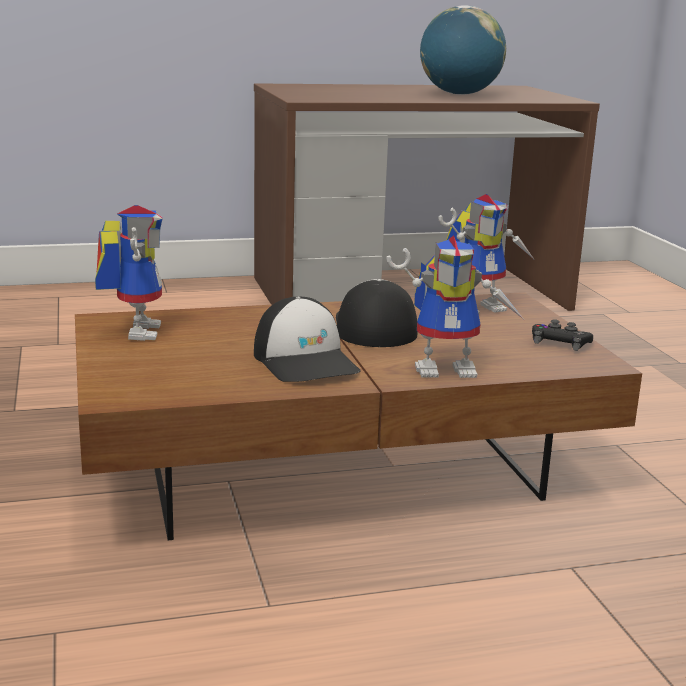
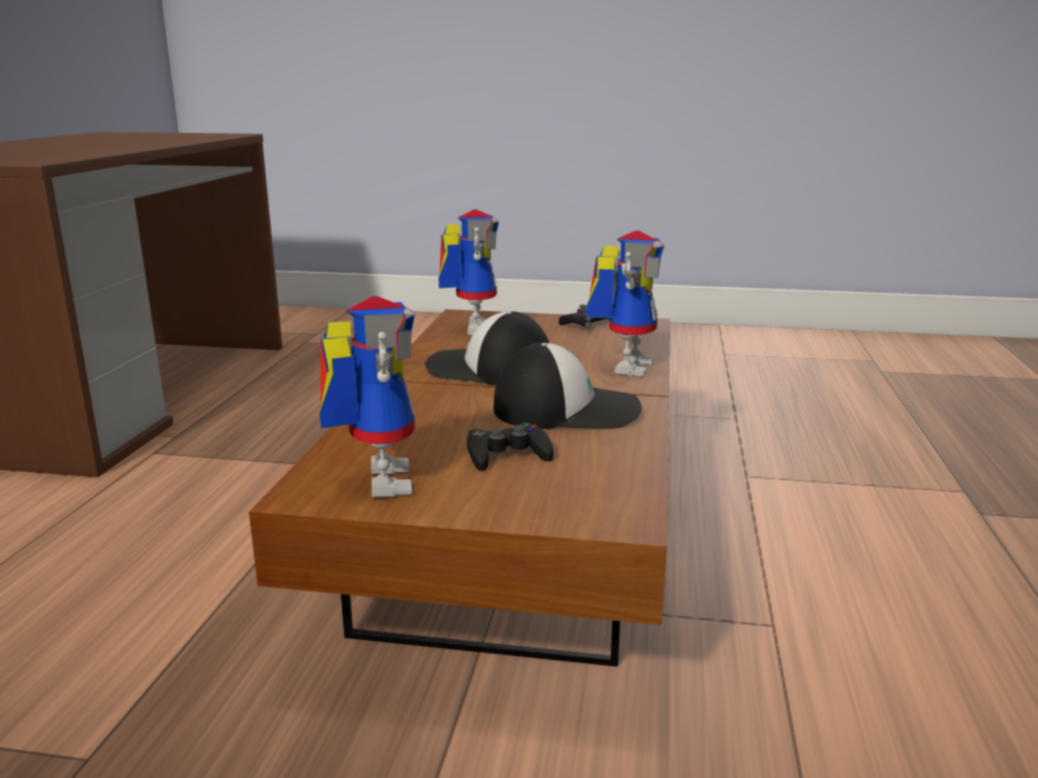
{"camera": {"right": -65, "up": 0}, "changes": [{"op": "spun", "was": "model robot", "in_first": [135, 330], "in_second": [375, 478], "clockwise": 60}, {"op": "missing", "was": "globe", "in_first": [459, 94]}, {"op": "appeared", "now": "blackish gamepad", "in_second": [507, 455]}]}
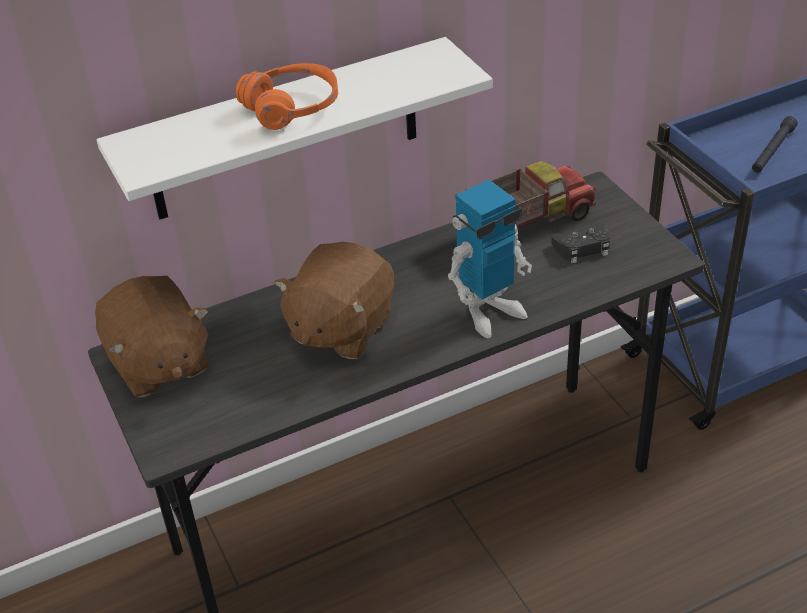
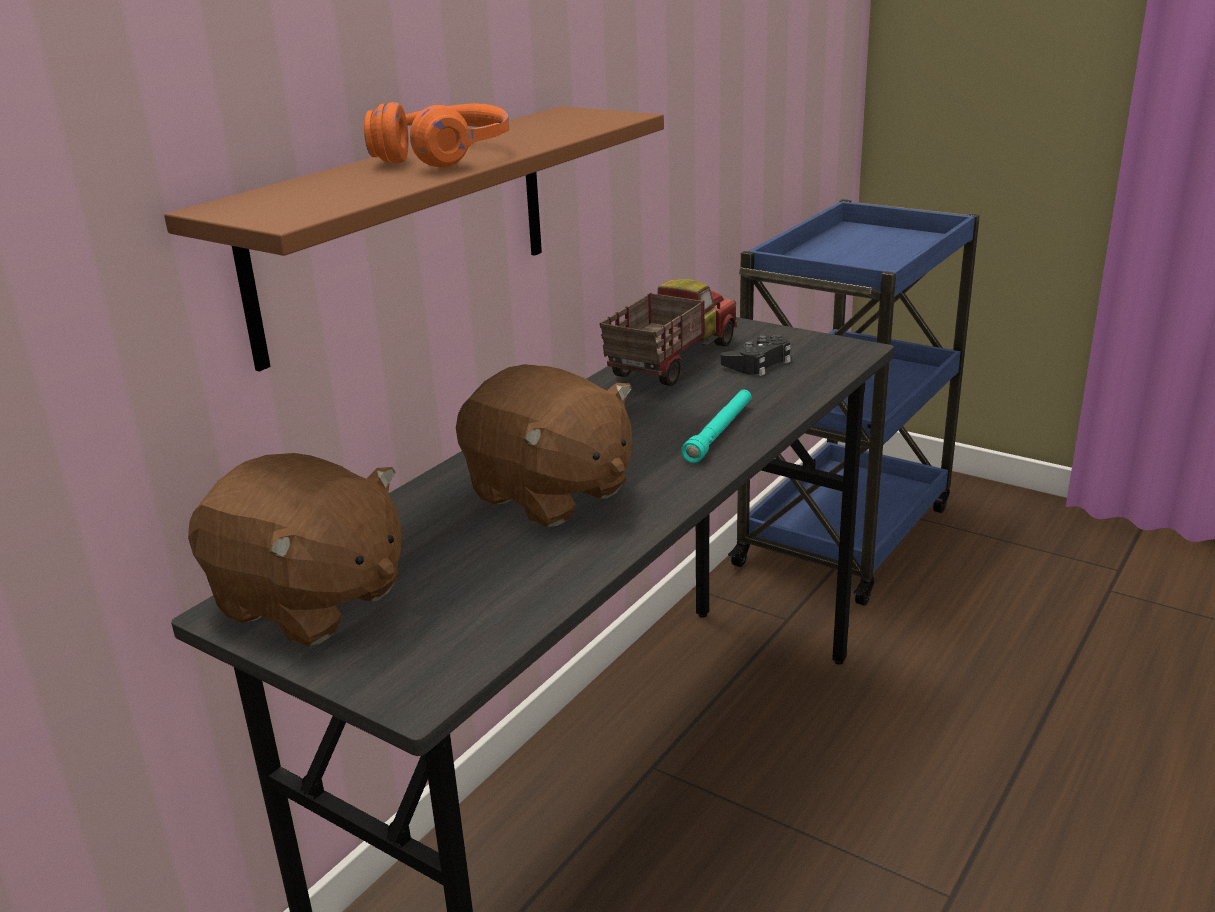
{"camera": {"right": -30, "up": -15}, "changes": [{"op": "colour", "was": "white shelf", "now": "brown shelf", "in_first": [285, 131], "in_second": [406, 229]}, {"op": "spun", "was": "brown cuddly toy", "in_first": [340, 328], "in_second": [549, 494], "clockwise": -45}, {"op": "exchanged", "was": "model robot", "now": "blue-green hand torch", "in_first": [489, 312], "in_second": [719, 433]}, {"op": "missing", "was": "blackish hand torch", "in_first": [772, 150]}]}
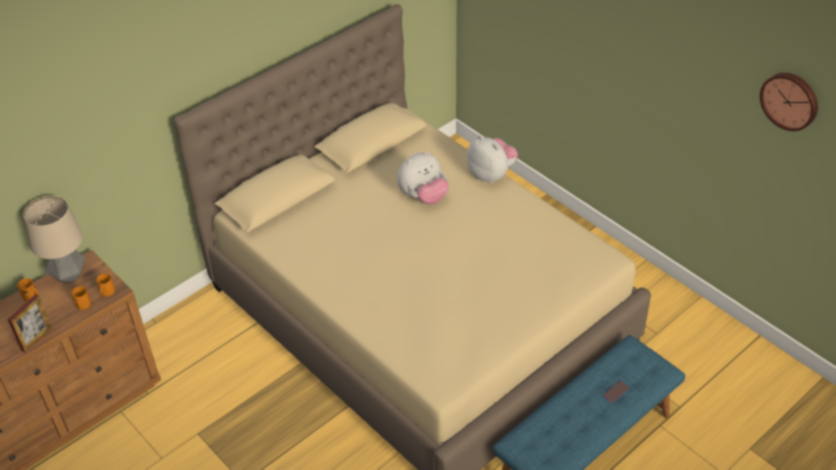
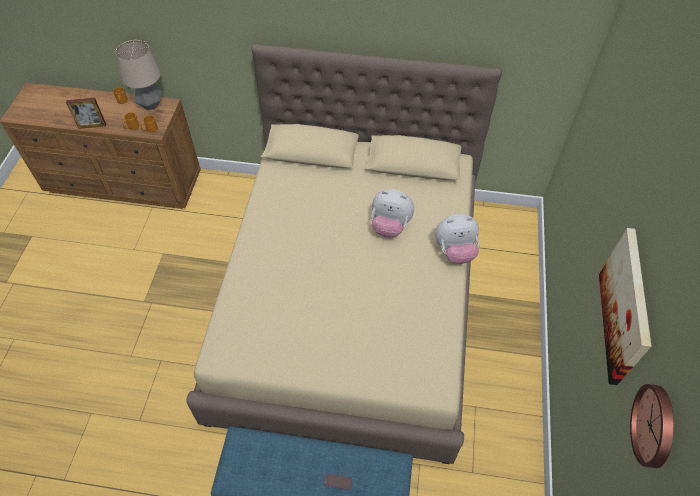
{"camera": {"right": 50, "up": 10}, "changes": [{"op": "spun", "was": "cuddly toy", "in_first": [491, 174], "in_second": [455, 251], "clockwise": 75}, {"op": "appeared", "now": "wall art", "in_second": [626, 306]}]}
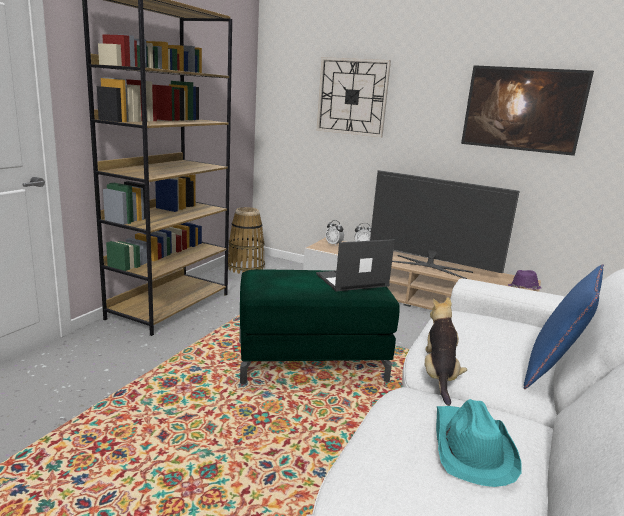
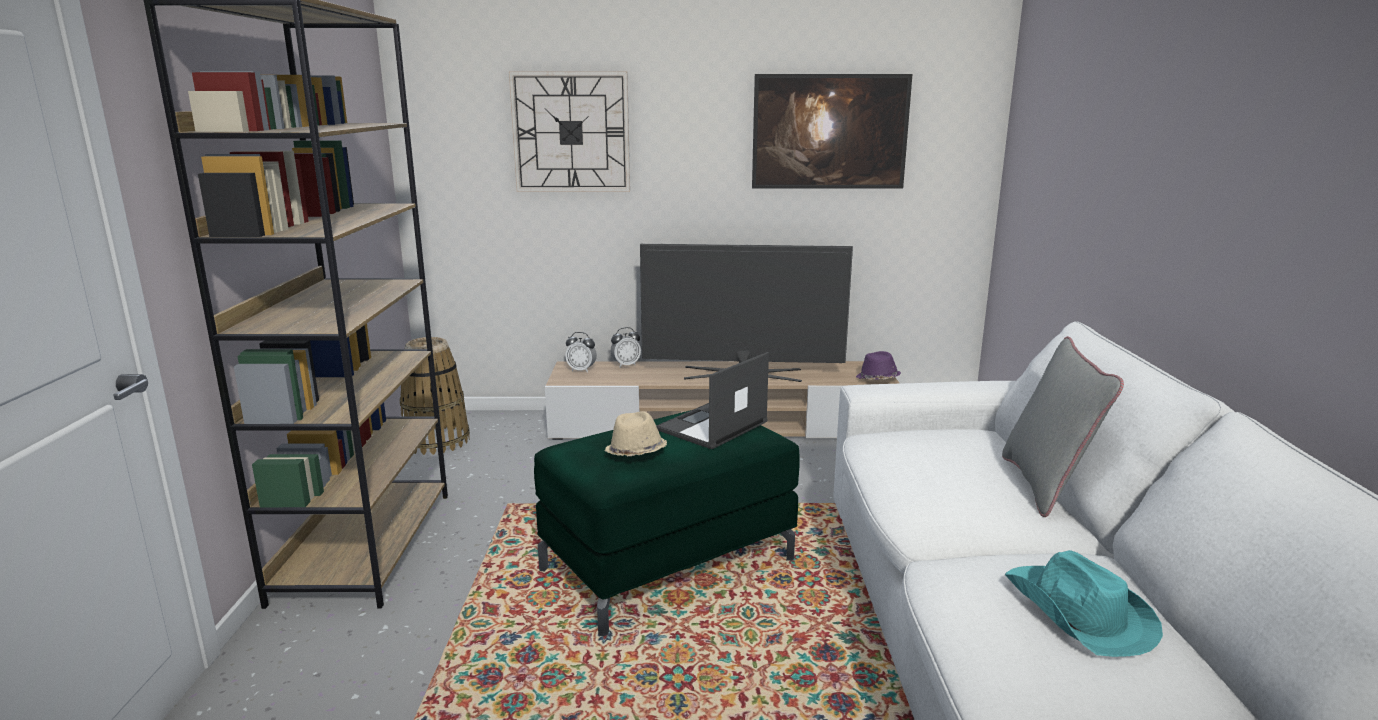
{"camera": {"right": -25, "up": 0}, "changes": [{"op": "missing", "was": "cuddly toy", "in_first": [439, 376]}, {"op": "colour", "was": "bluish pillow", "now": "greyish pillow", "in_first": [552, 372], "in_second": [1046, 485]}, {"op": "appeared", "now": "beige-coloured wearable hat", "in_second": [635, 453]}]}
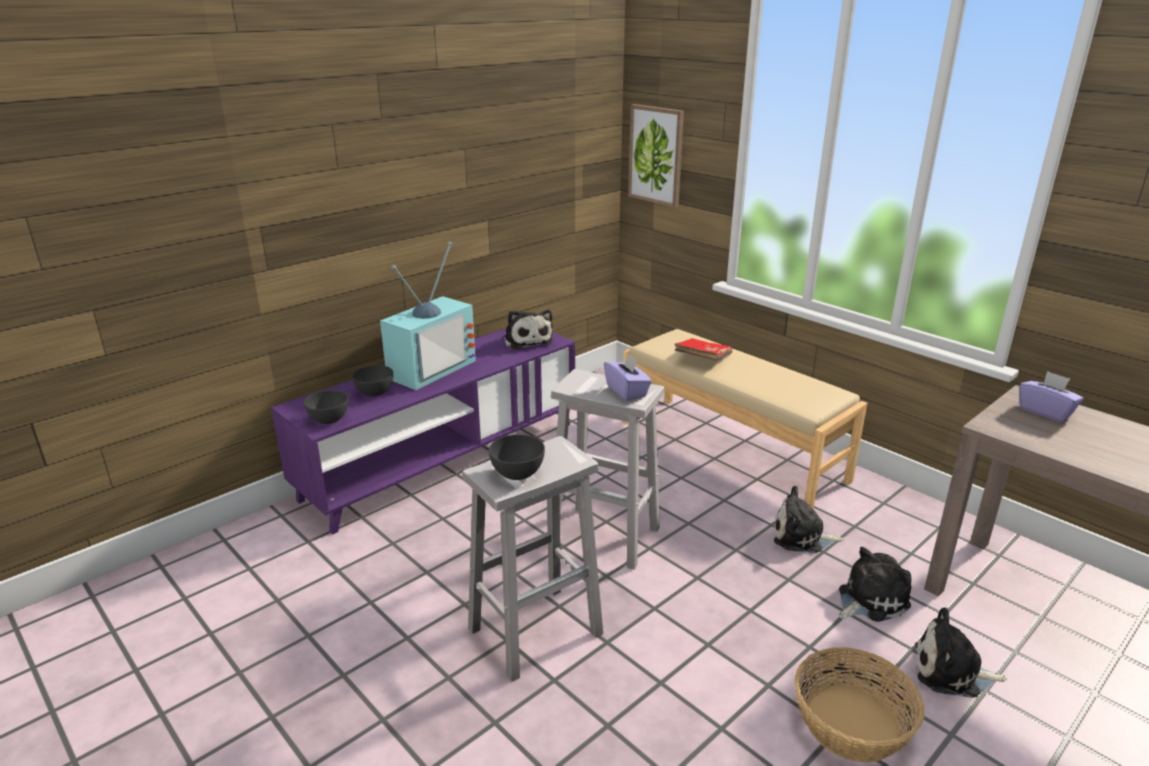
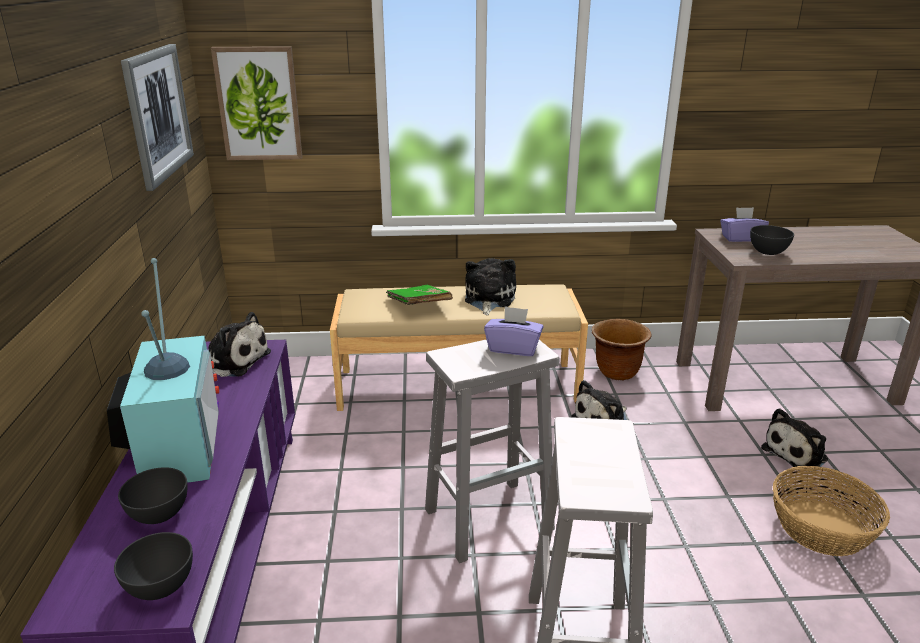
{"camera": {"right": -50, "up": 0}, "changes": [{"op": "relocated", "was": "greyish deep dish", "in_first": [518, 473], "in_second": [767, 252]}, {"op": "colour", "was": "red-coloured volume", "now": "green volume", "in_first": [702, 359], "in_second": [418, 306]}, {"op": "relocated", "was": "cuddly toy", "in_first": [869, 599], "in_second": [488, 299]}, {"op": "appeared", "now": "wall art", "in_second": [158, 113]}, {"op": "appeared", "now": "brown planter", "in_second": [617, 372]}]}
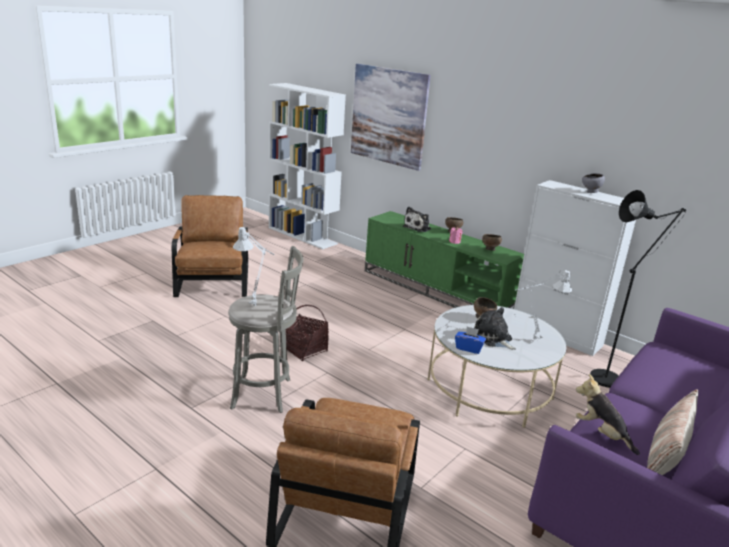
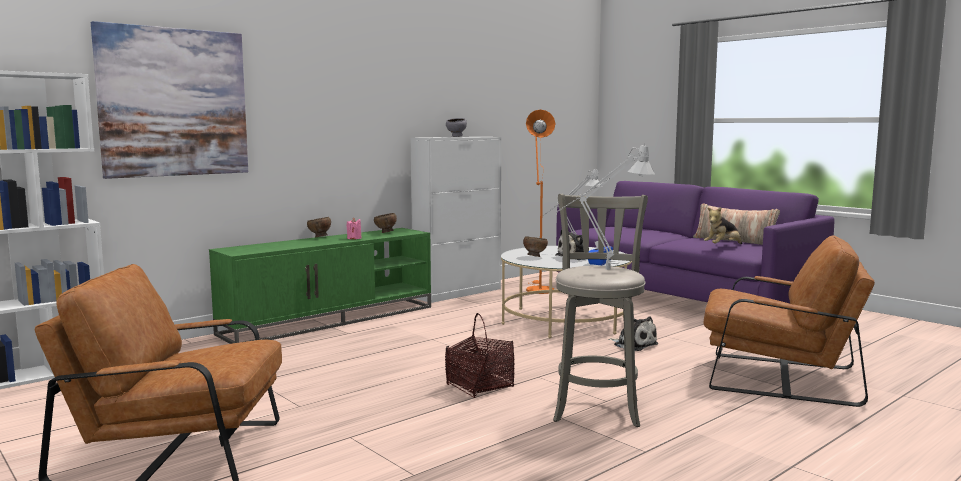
{"camera": {"right": -80, "up": -15}, "changes": [{"op": "relocated", "was": "cuddly toy", "in_first": [418, 227], "in_second": [633, 344]}, {"op": "colour", "was": "blackish floor lamp", "now": "orangey floor lamp", "in_first": [610, 378], "in_second": [538, 289]}]}
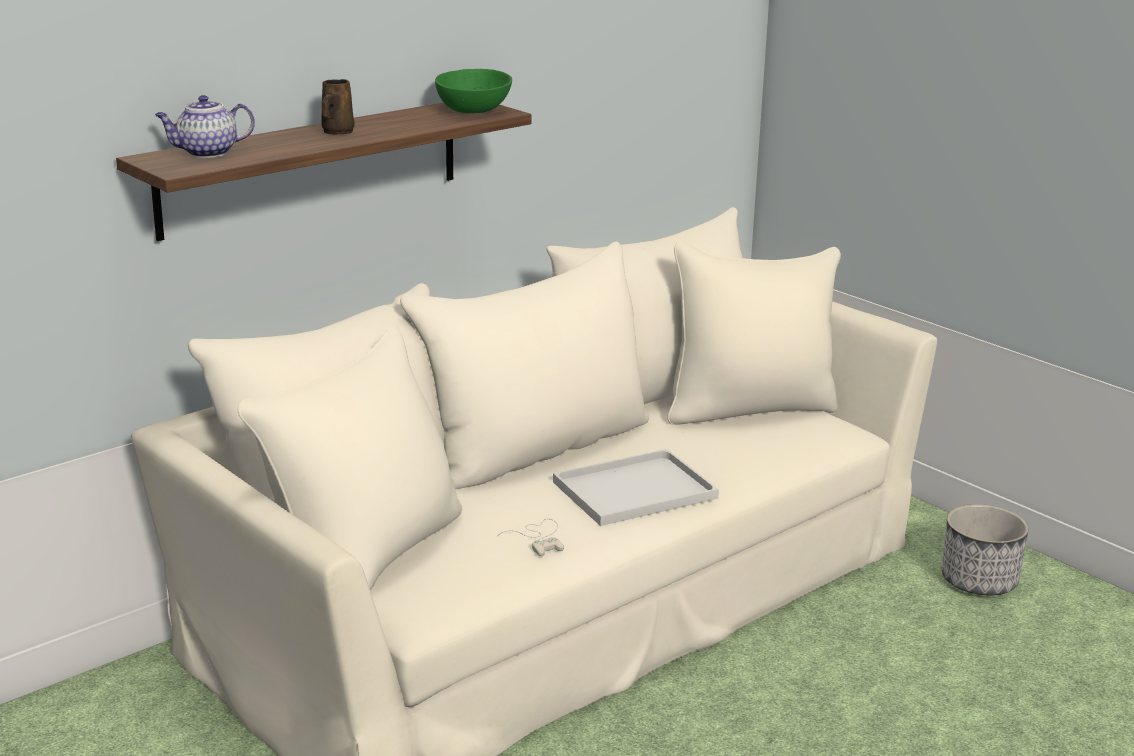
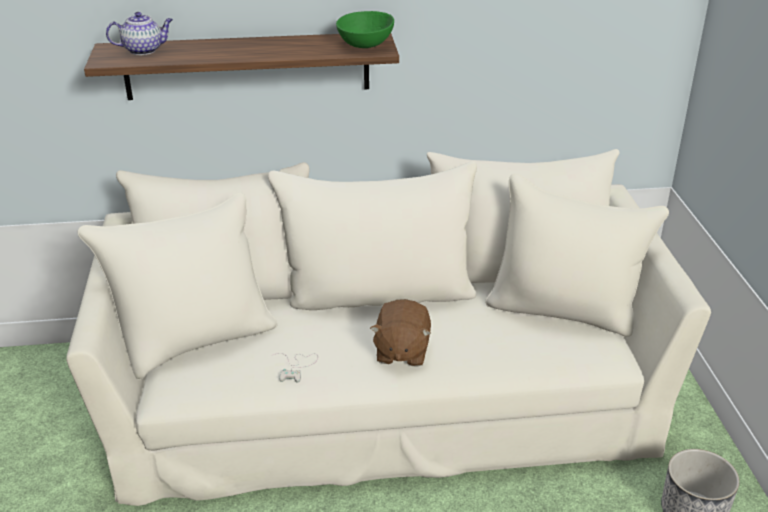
{"camera": {"right": 35, "up": 10}, "changes": [{"op": "spun", "was": "tea pot", "in_first": [206, 153], "in_second": [144, 50], "clockwise": 150}, {"op": "missing", "was": "brown mug", "in_first": [337, 132]}, {"op": "exchanged", "was": "white tray", "now": "brown cuddly toy", "in_first": [636, 489], "in_second": [401, 351]}]}
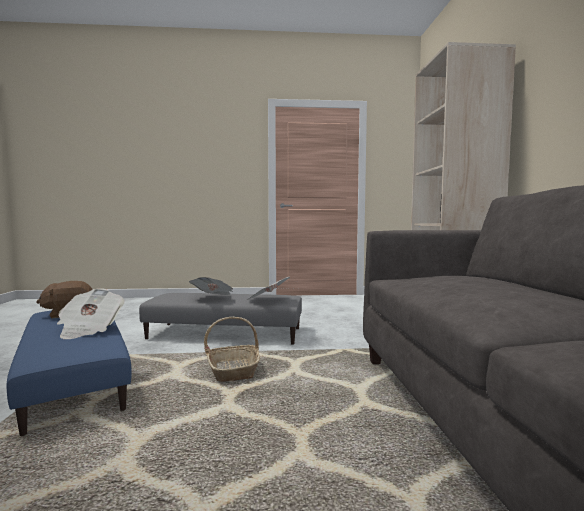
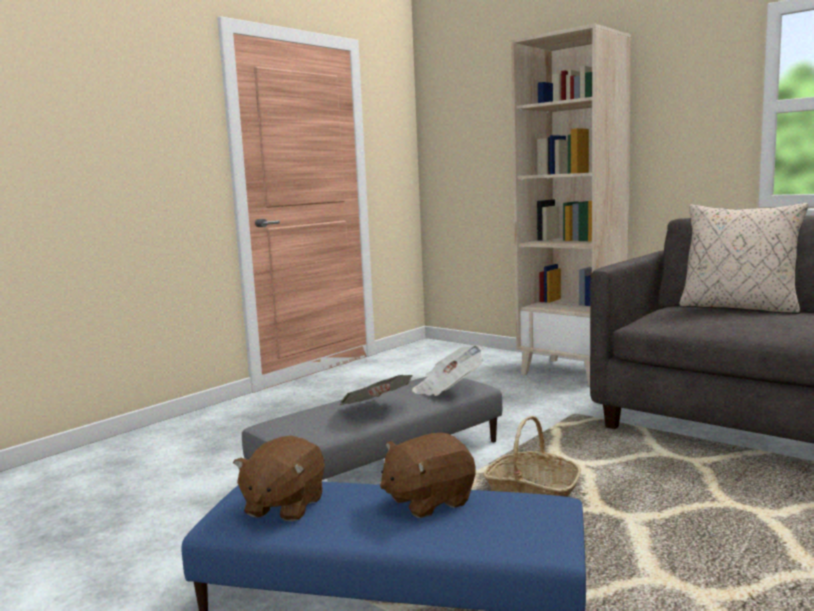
{"camera": {"right": -45, "up": 5}, "changes": [{"op": "exchanged", "was": "newspaper", "now": "brown cuddly toy", "in_first": [89, 329], "in_second": [428, 501]}, {"op": "appeared", "now": "beige-coloured pillow", "in_second": [739, 308]}]}
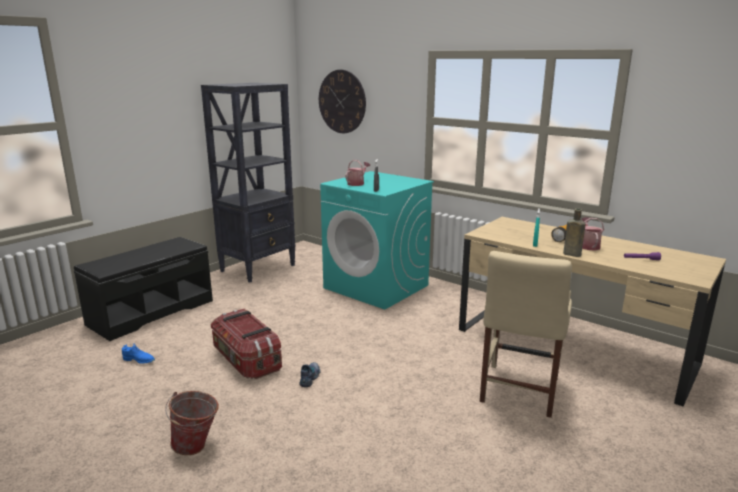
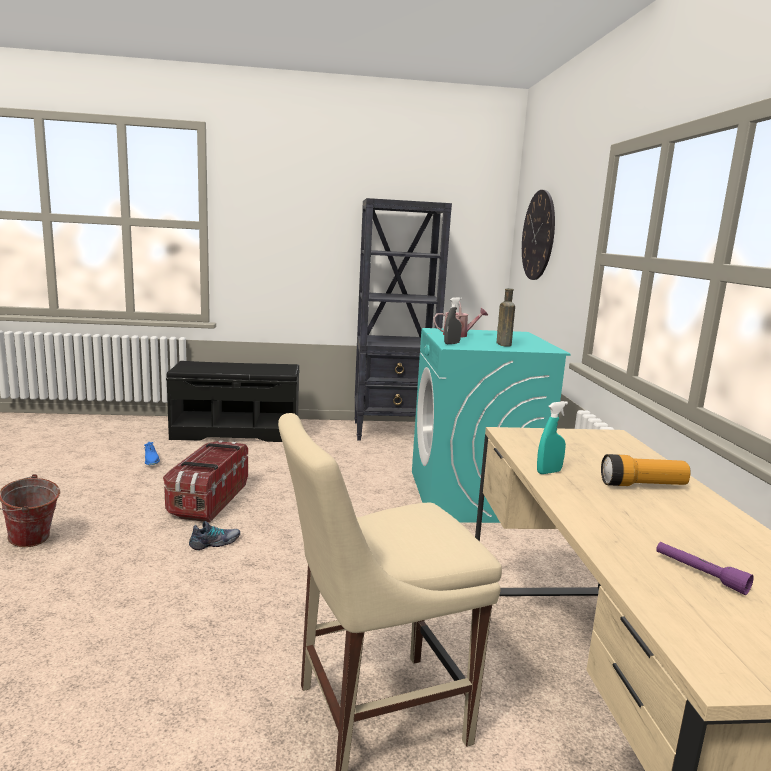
{"camera": {"right": 45, "up": -5}, "changes": [{"op": "relocated", "was": "brown drink bottle", "in_first": [570, 254], "in_second": [503, 344]}, {"op": "missing", "was": "watering can", "in_first": [588, 245]}]}
